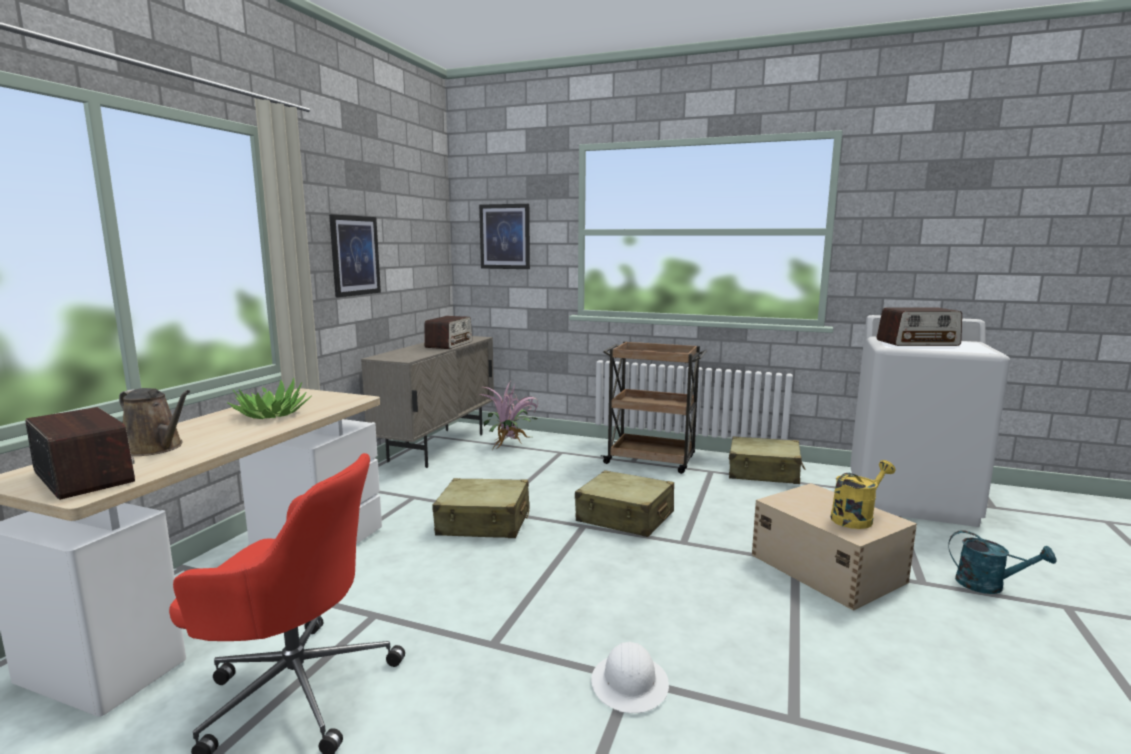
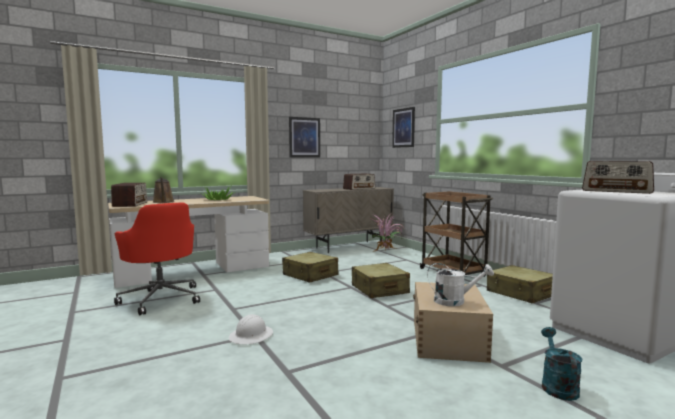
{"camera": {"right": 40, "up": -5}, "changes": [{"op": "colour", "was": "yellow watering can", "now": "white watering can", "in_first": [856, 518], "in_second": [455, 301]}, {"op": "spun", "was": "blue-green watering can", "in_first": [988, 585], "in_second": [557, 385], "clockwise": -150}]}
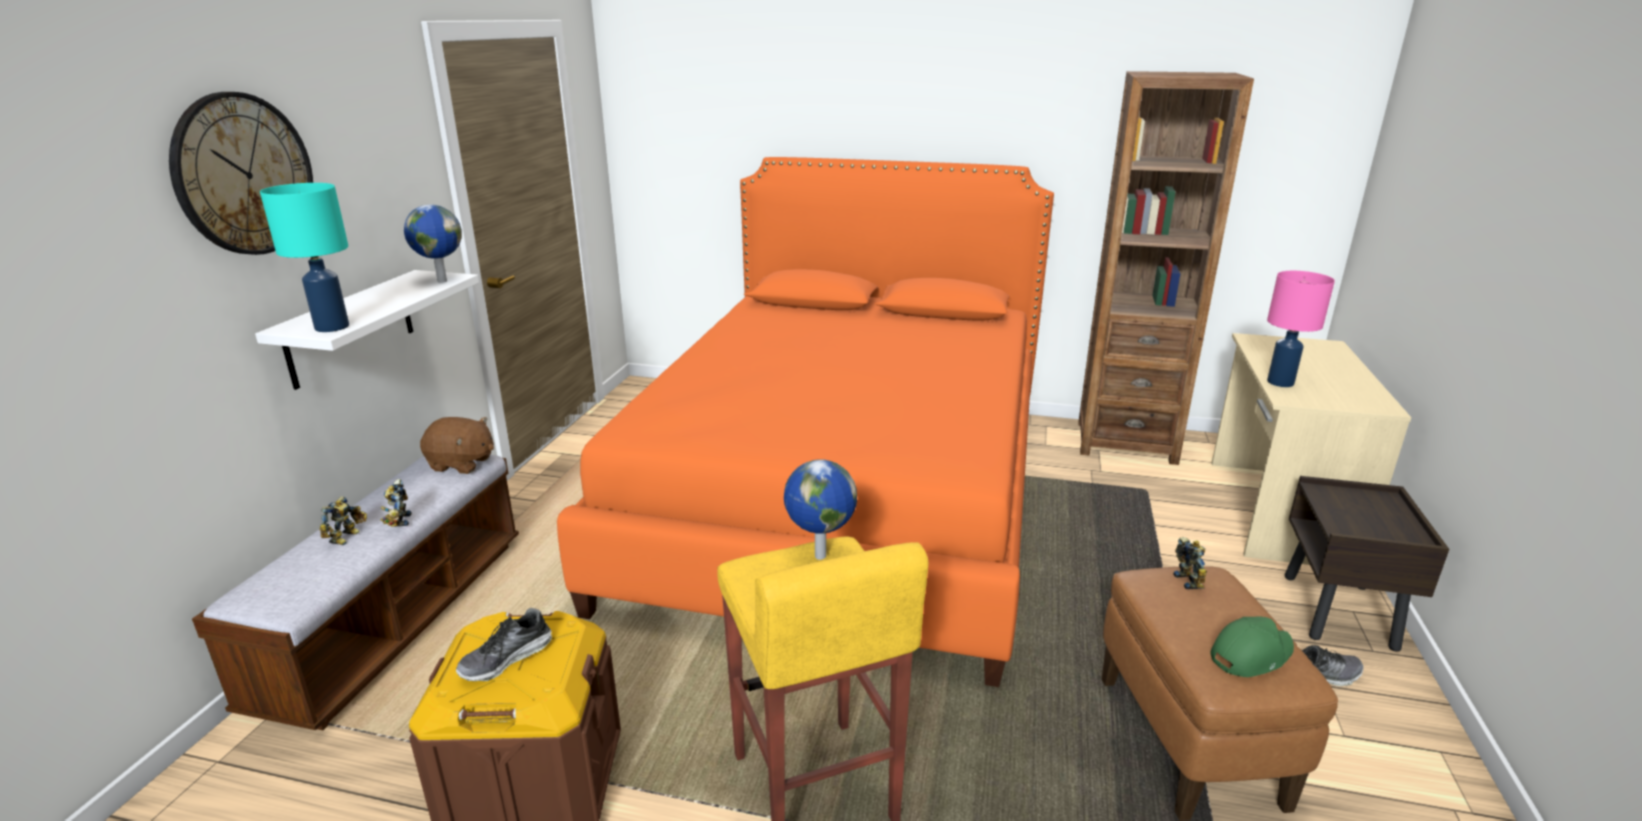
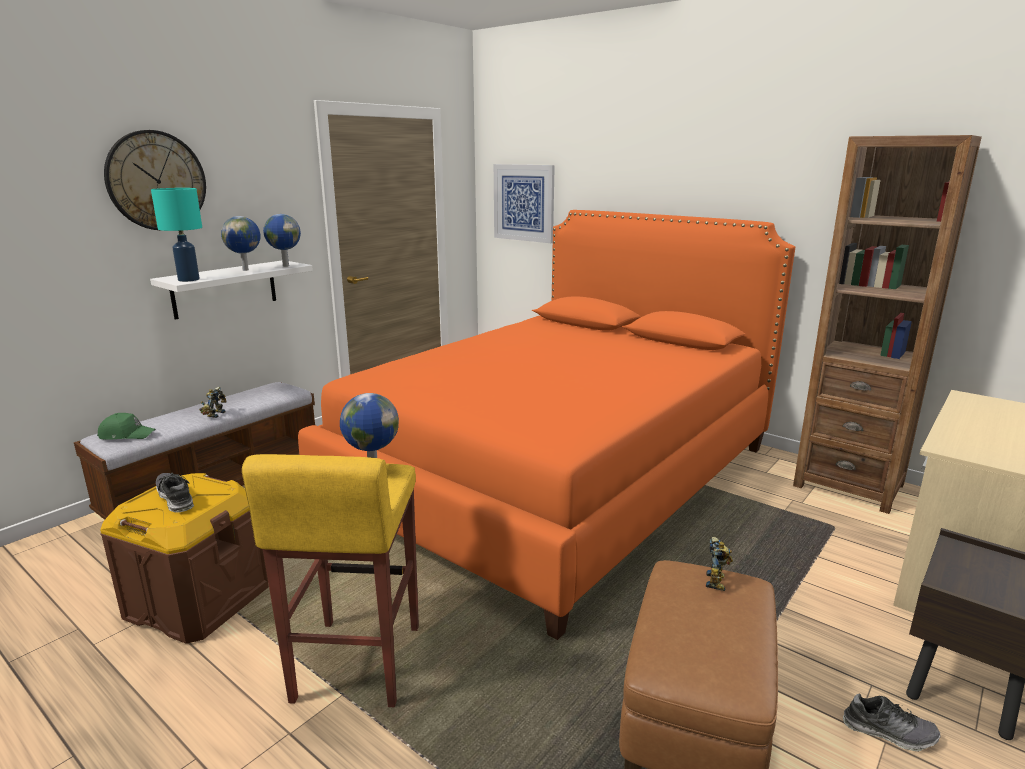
{"camera": {"right": 25, "up": -5}, "changes": [{"op": "missing", "was": "model robot", "in_first": [347, 537]}, {"op": "missing", "was": "brown cuddly toy", "in_first": [461, 464]}, {"op": "spun", "was": "shoe", "in_first": [506, 659], "in_second": [175, 498], "clockwise": 75}, {"op": "relocated", "was": "green cap", "in_first": [1250, 654], "in_second": [126, 434]}, {"op": "missing", "was": "pink-coloured tabletop lamp", "in_first": [1279, 382]}, {"op": "appeared", "now": "globe", "in_second": [246, 270]}, {"op": "appeared", "now": "wall art", "in_second": [524, 203]}]}
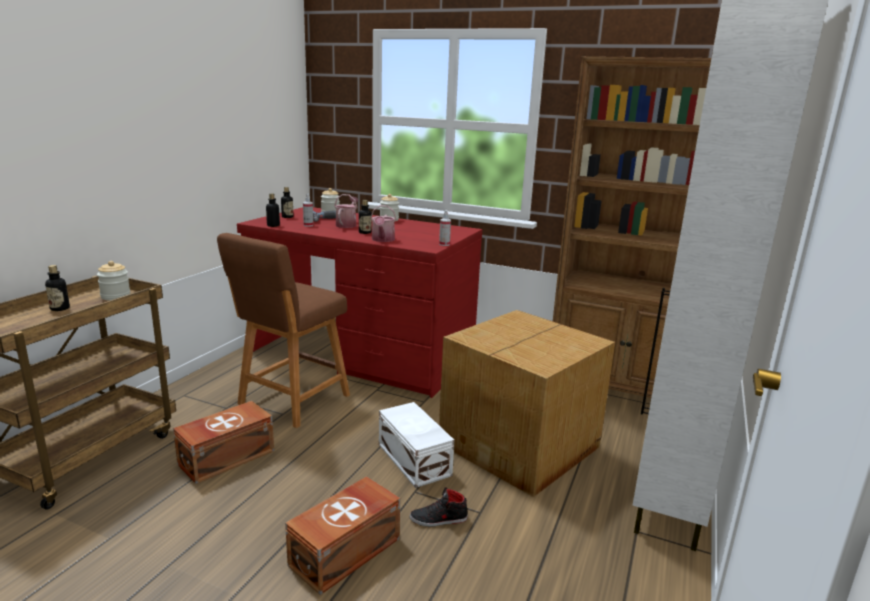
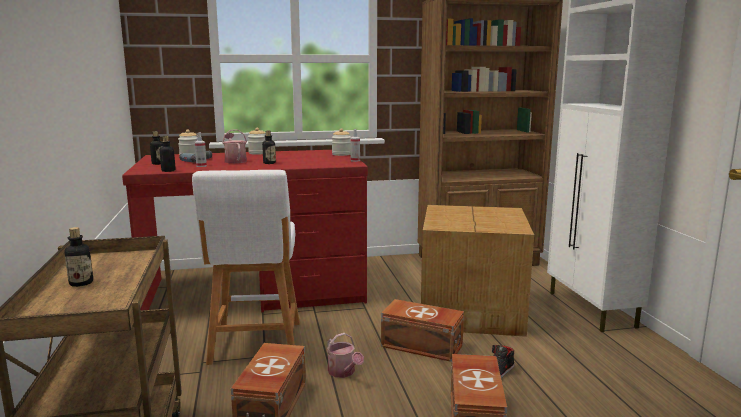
{"camera": {"right": -35, "up": -5}, "changes": [{"op": "relocated", "was": "jar", "in_first": [115, 296], "in_second": [341, 154]}, {"op": "colour", "was": "brown stool seat", "now": "white stool seat", "in_first": [290, 402], "in_second": [255, 345]}, {"op": "relocated", "was": "watering can", "in_first": [382, 240], "in_second": [343, 372]}, {"op": "colour", "was": "white storage bin", "now": "brown storage bin", "in_first": [413, 460], "in_second": [422, 346]}]}
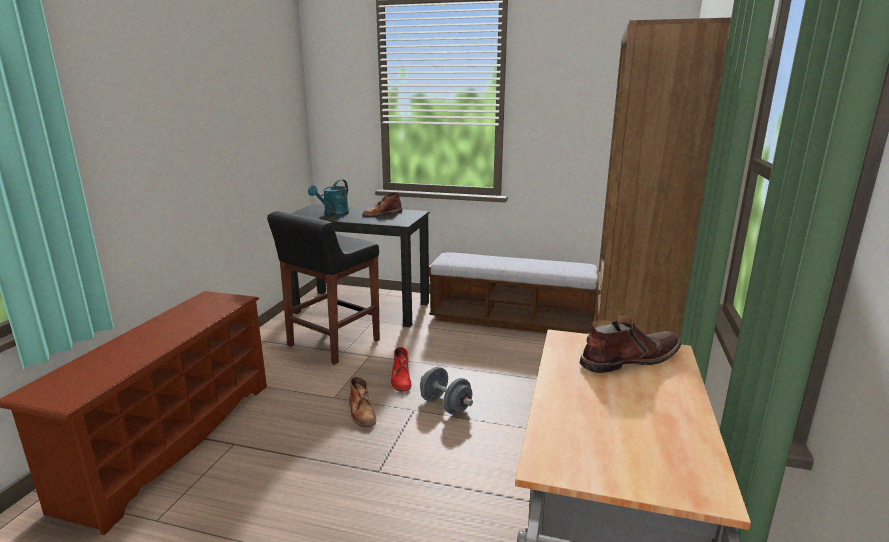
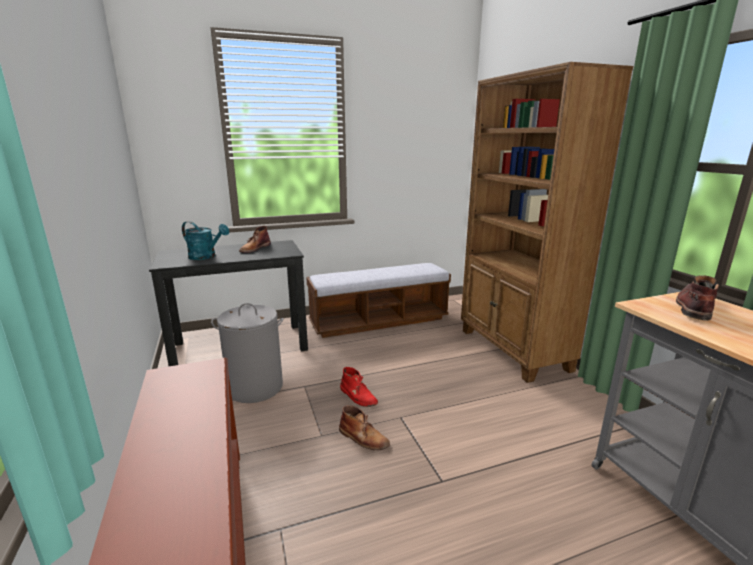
{"camera": {"right": -35, "up": 0}, "changes": [{"op": "exchanged", "was": "blackish stool seat", "now": "greyish washing basket", "in_first": [332, 343], "in_second": [255, 388]}, {"op": "spun", "was": "blue-green watering can", "in_first": [333, 214], "in_second": [206, 257], "clockwise": -60}, {"op": "missing", "was": "greyish dumbbell", "in_first": [445, 405]}]}
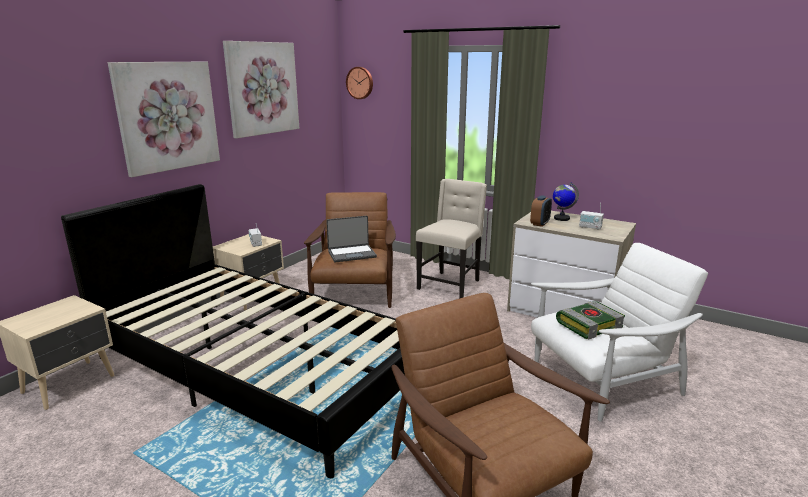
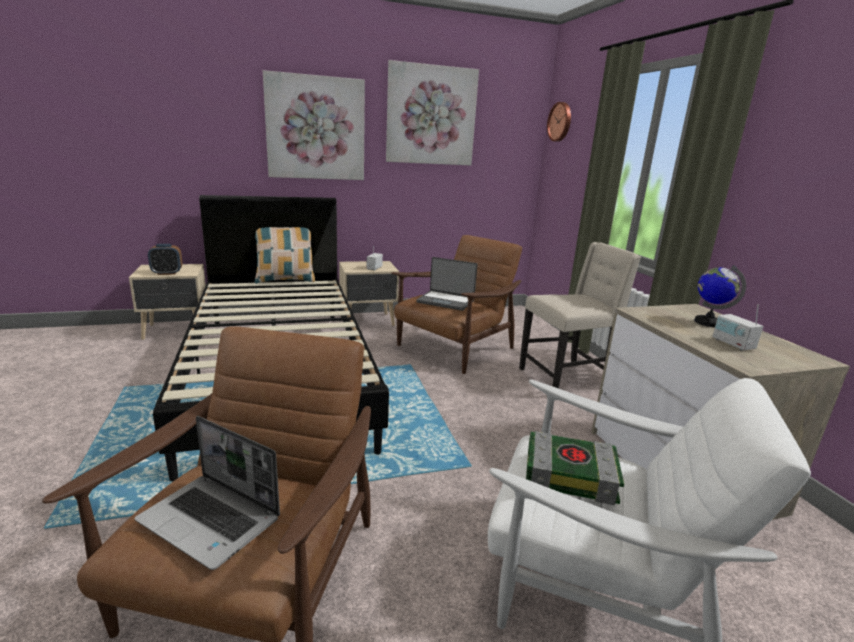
{"camera": {"right": 40, "up": 0}, "changes": [{"op": "relocated", "was": "alarm clock", "in_first": [540, 224], "in_second": [167, 273]}, {"op": "appeared", "now": "portable computer", "in_second": [212, 520]}, {"op": "appeared", "now": "pillow", "in_second": [285, 280]}]}
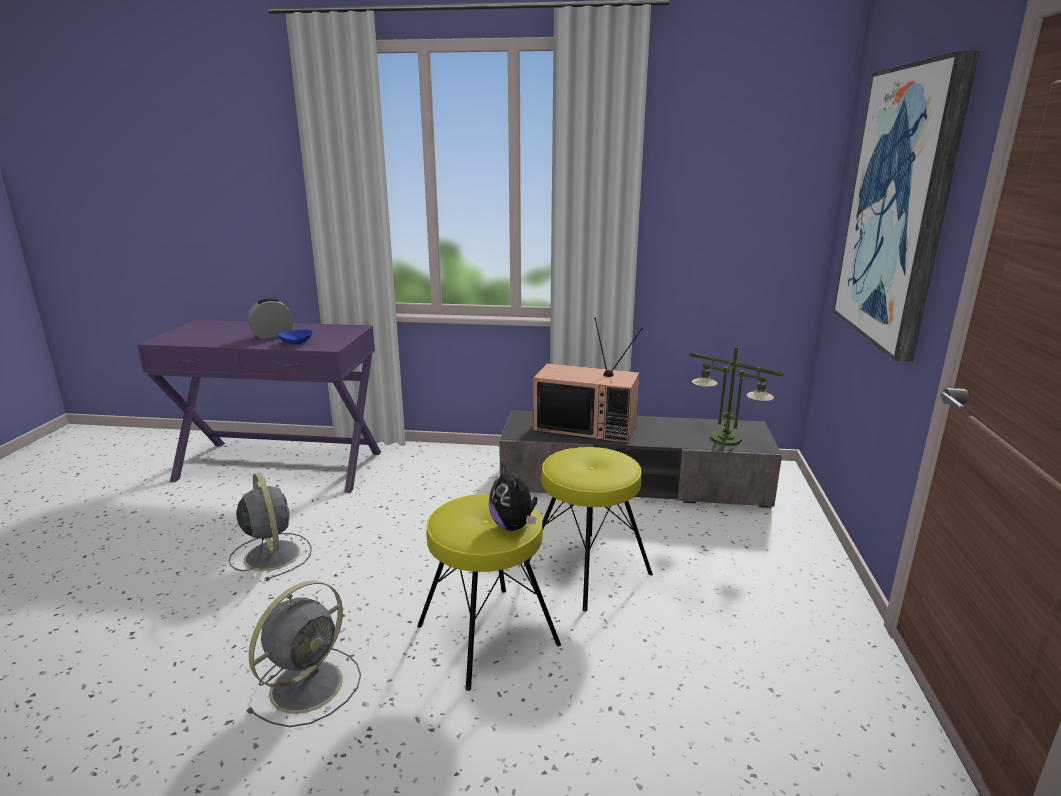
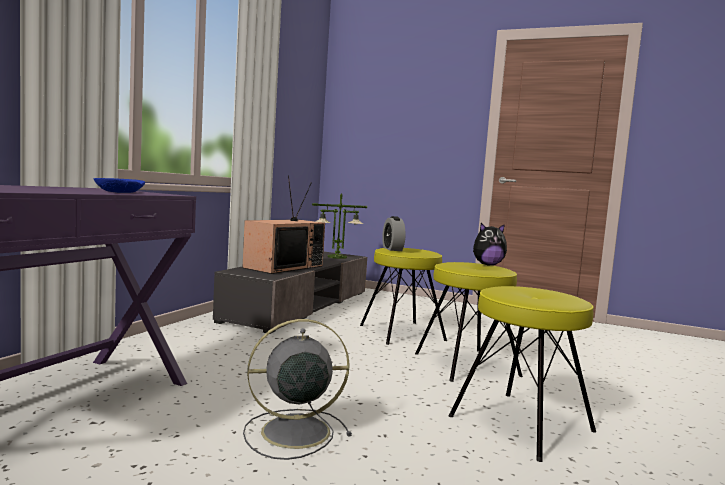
{"camera": {"right": -75, "up": -15}, "changes": [{"op": "exchanged", "was": "greyish electric fan", "now": "yellow stool seat", "in_first": [309, 684], "in_second": [520, 423]}, {"op": "relocated", "was": "alarm clock", "in_first": [273, 335], "in_second": [392, 249]}, {"op": "missing", "was": "wall art", "in_first": [899, 207]}]}
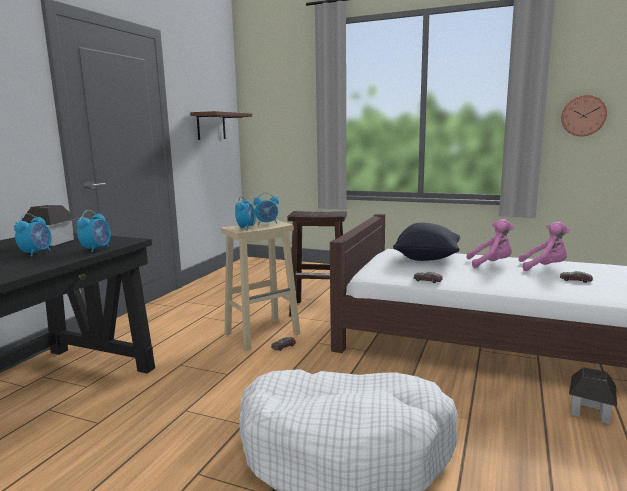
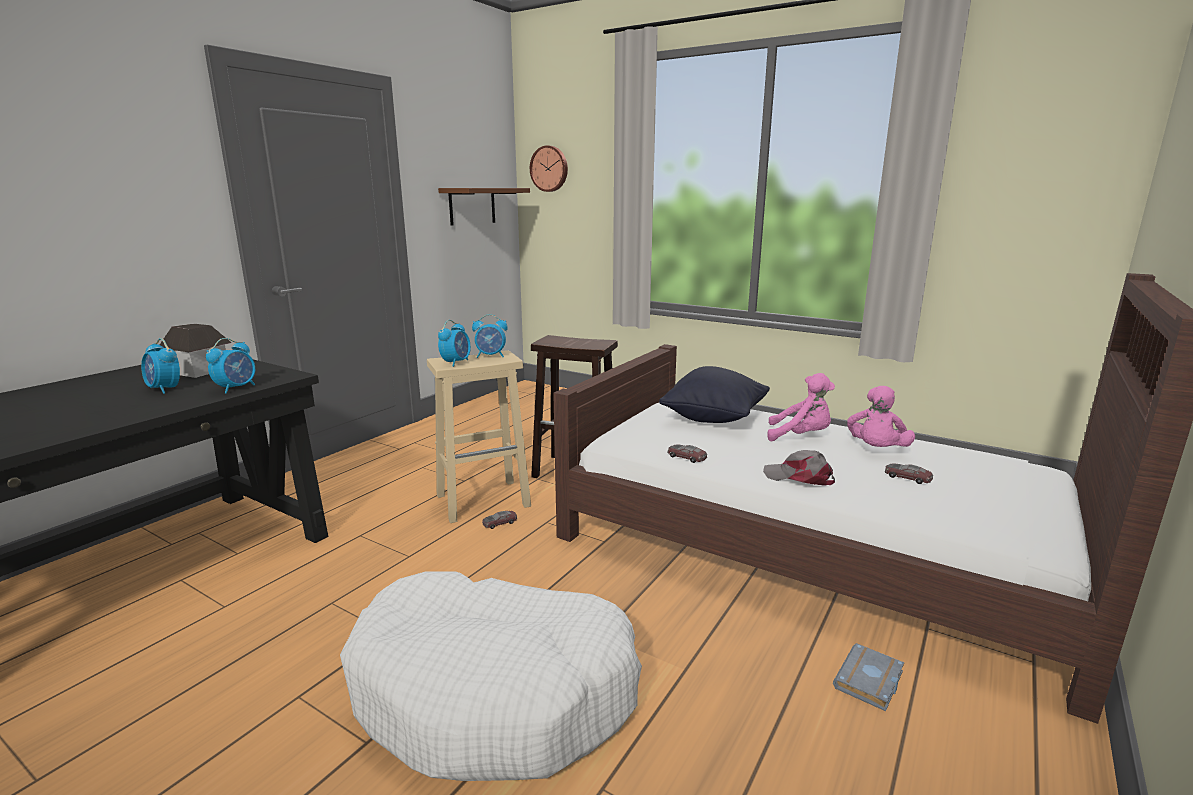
{"camera": {"right": 10, "up": 5}, "changes": [{"op": "spun", "was": "alarm clock", "in_first": [37, 253], "in_second": [164, 389], "clockwise": 105}, {"op": "spun", "was": "pink-coloured cuddly toy", "in_first": [544, 268], "in_second": [876, 450], "clockwise": 90}, {"op": "relocated", "was": "clock on the wall", "in_first": [583, 115], "in_second": [550, 169]}, {"op": "exchanged", "was": "miniature house", "now": "greyish volume", "in_first": [590, 411], "in_second": [870, 682]}, {"op": "appeared", "now": "greyish cap", "in_second": [799, 477]}]}
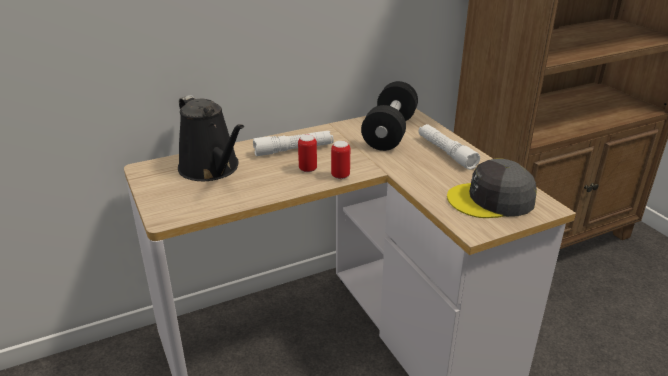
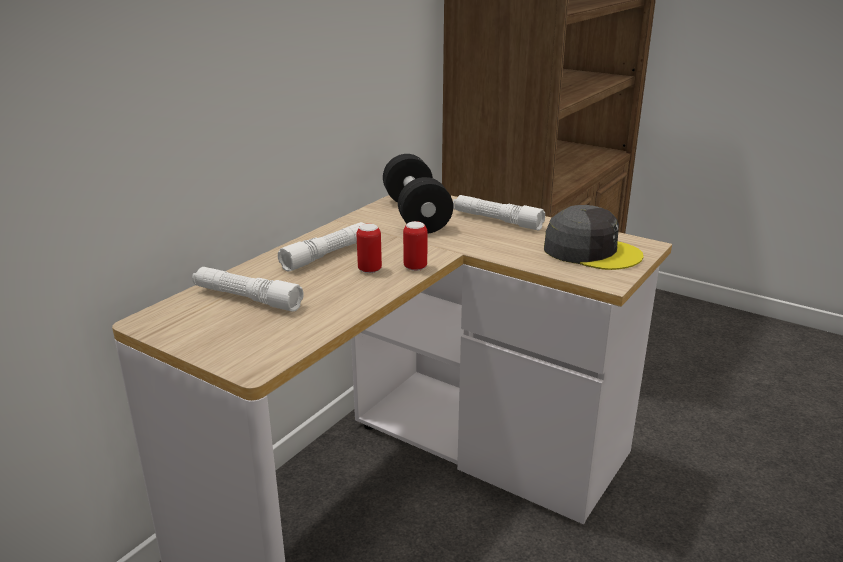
{"camera": {"right": -30, "up": -5}, "changes": [{"op": "exchanged", "was": "blackish watering can", "now": "white hand torch", "in_first": [212, 169], "in_second": [247, 298]}, {"op": "spun", "was": "greyish cap", "in_first": [491, 200], "in_second": [591, 251], "clockwise": -120}]}
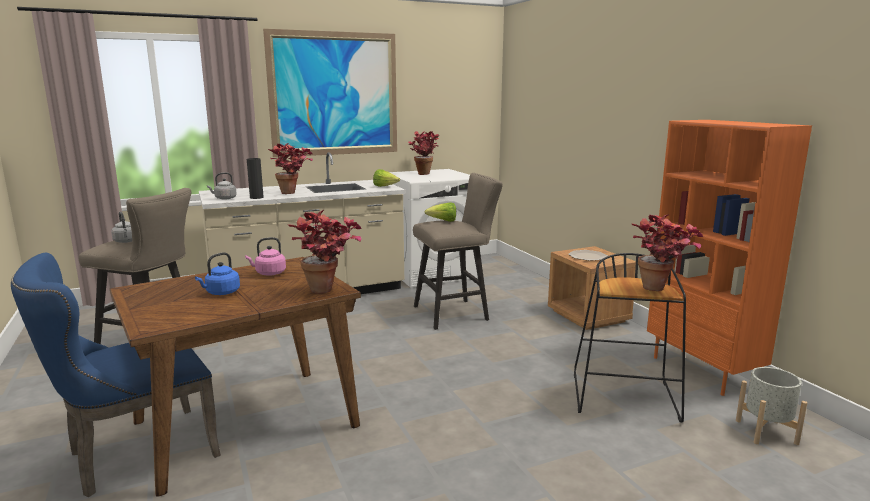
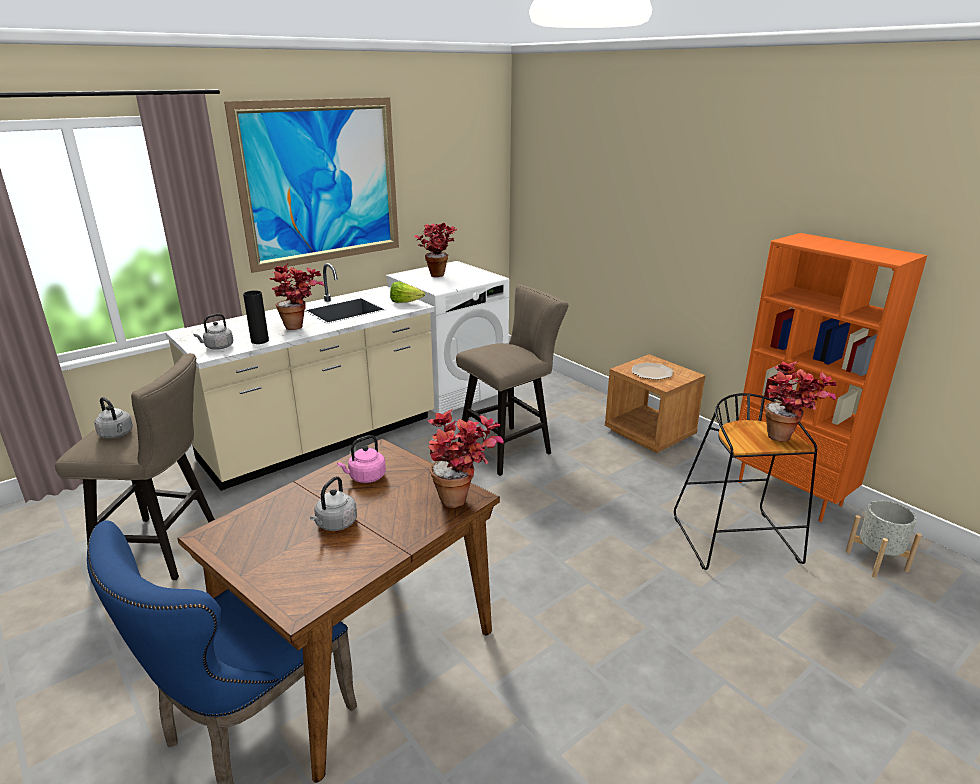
{"camera": {"right": -15, "up": 10}, "changes": [{"op": "colour", "was": "bluish kettle", "now": "greyish kettle", "in_first": [221, 293], "in_second": [335, 524]}, {"op": "missing", "was": "lettuce head", "in_first": [443, 221]}]}
